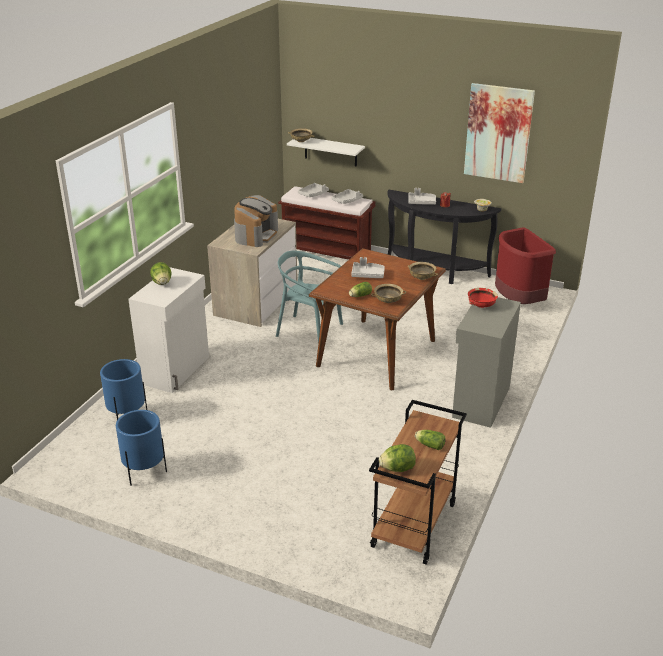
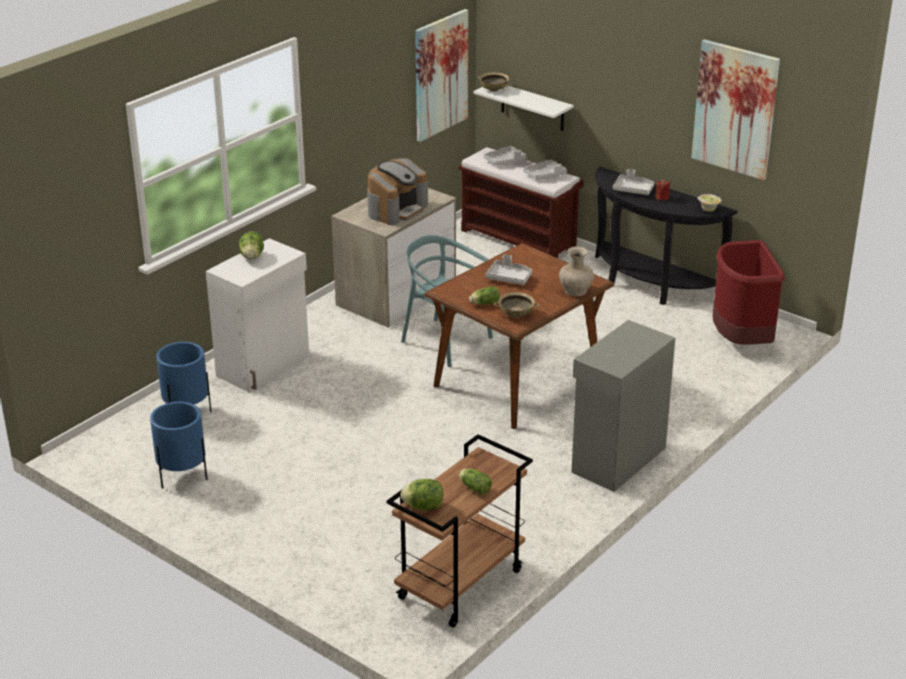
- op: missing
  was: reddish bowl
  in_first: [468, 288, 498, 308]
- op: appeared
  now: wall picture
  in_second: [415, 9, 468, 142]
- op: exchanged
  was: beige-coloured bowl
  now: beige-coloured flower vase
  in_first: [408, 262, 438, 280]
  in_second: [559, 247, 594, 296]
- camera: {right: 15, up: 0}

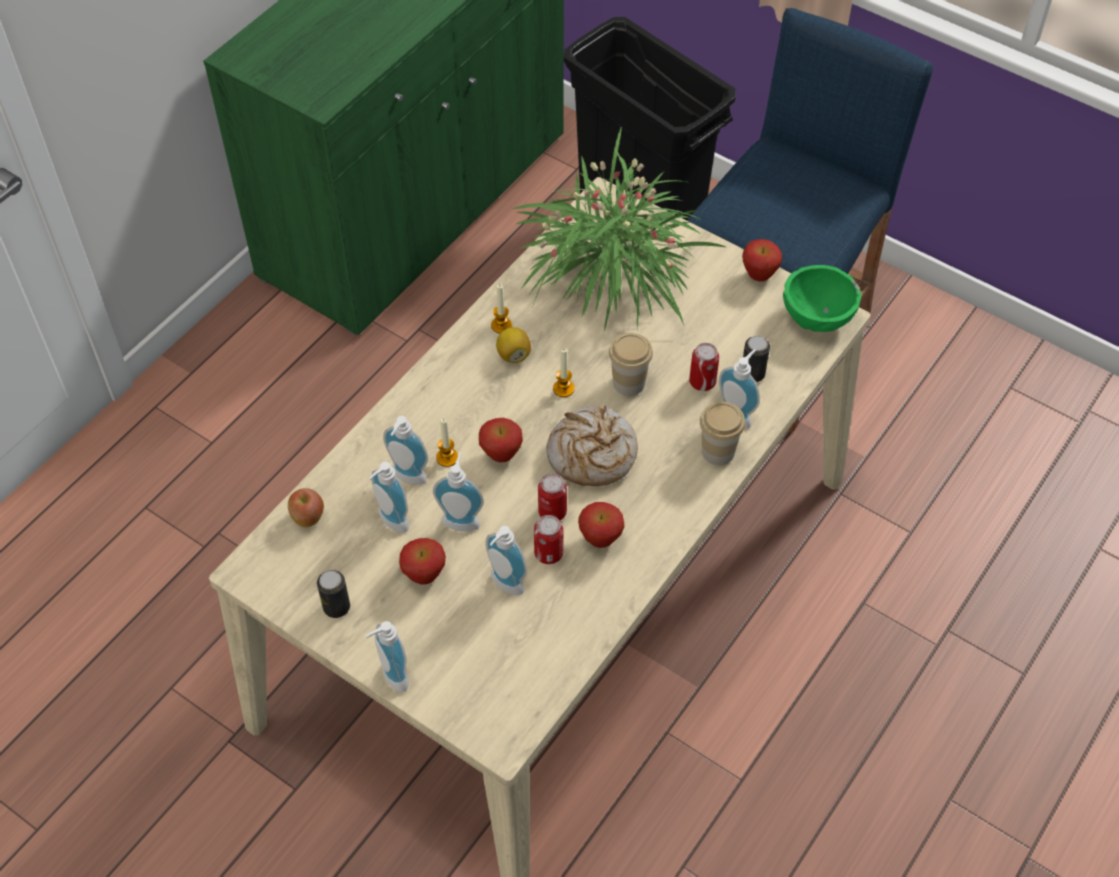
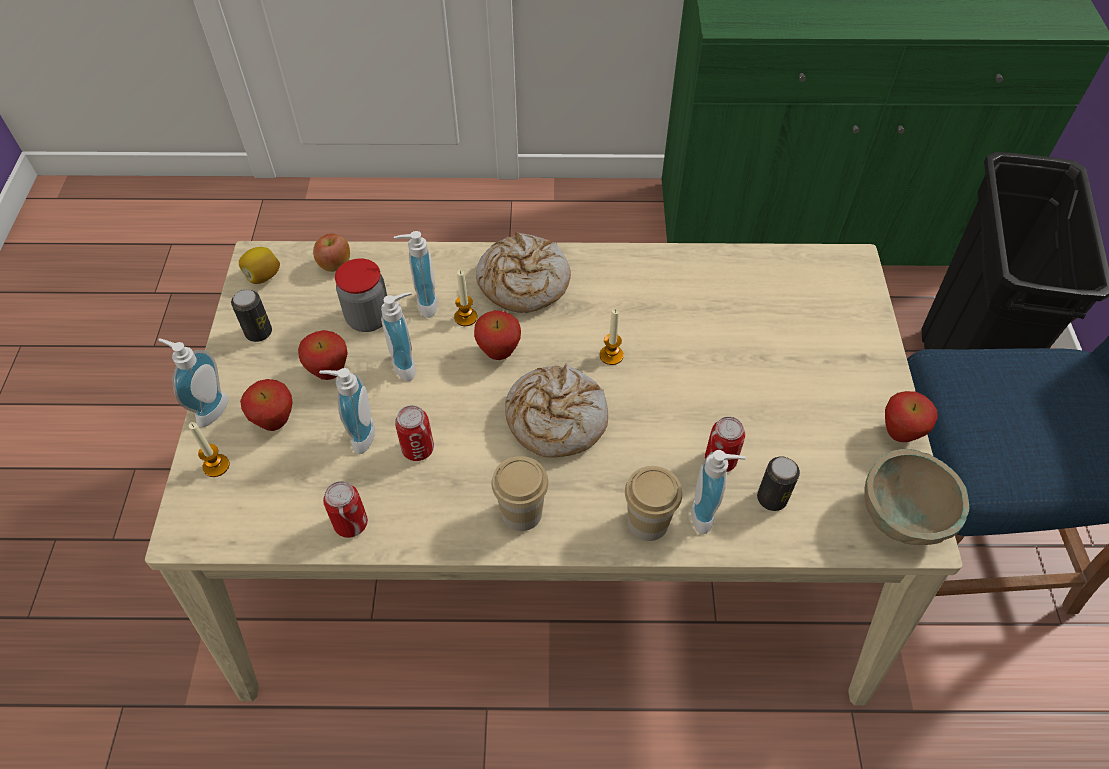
- op: missing
  was: plant in a pot
  in_first: [513, 126, 725, 331]
- op: appeared
  now: baked bread
  in_second: [476, 232, 571, 313]
- op: relocated
  was: candle
  in_first: [491, 284, 512, 333]
  in_second: [189, 422, 230, 477]
- op: relocated
  was: whole lemon
  in_first: [496, 327, 531, 363]
  in_second: [239, 247, 280, 284]
- op: relocated
  was: can
  in_first: [538, 473, 567, 521]
  in_second: [323, 481, 368, 538]
- op: relocated
  was: apple
  in_first: [578, 502, 624, 548]
  in_second: [240, 379, 293, 431]
- op: relocated
  was: small cup
  in_first: [609, 333, 653, 396]
  in_second: [492, 456, 549, 531]
- op: exchanged
  was: liquid soap bottle
  now: jar
  in_first: [369, 462, 409, 533]
  in_second: [335, 258, 387, 332]
- op: colour
  was: greenish bowl
  now: beige-coloured bowl
  in_first: [783, 265, 861, 332]
  in_second: [864, 449, 969, 545]
- camera: {right: 55, up: 0}

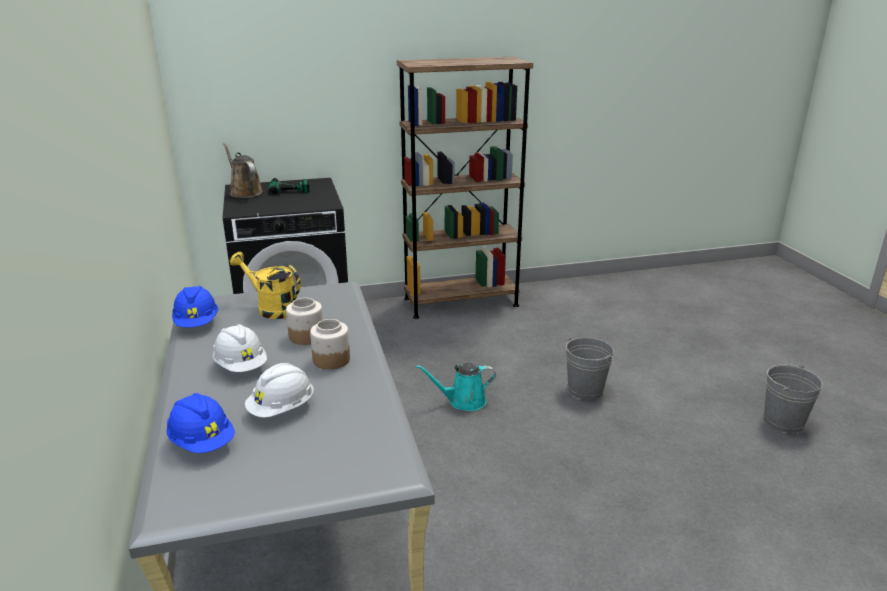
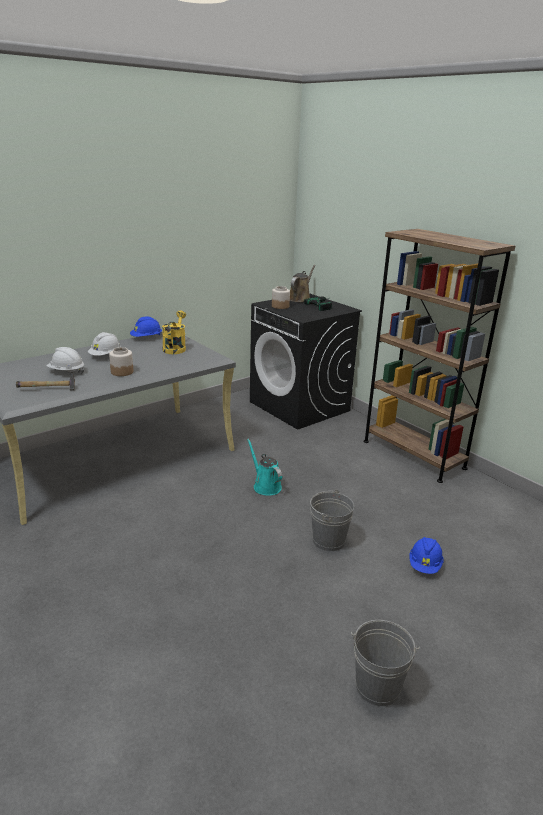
- op: appeared
  now: hammer
  in_second: [16, 372, 75, 390]
- op: relocated
  was: blue work helmet
  in_first: [166, 393, 235, 453]
  in_second: [410, 537, 444, 574]
- op: relocated
  was: jar
  in_first: [286, 298, 323, 345]
  in_second: [272, 286, 290, 309]
- camera: {right: 65, up: 0}

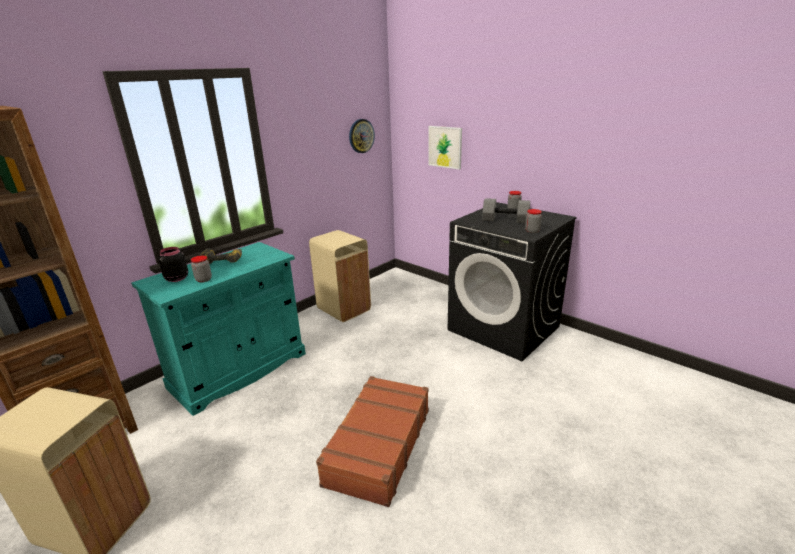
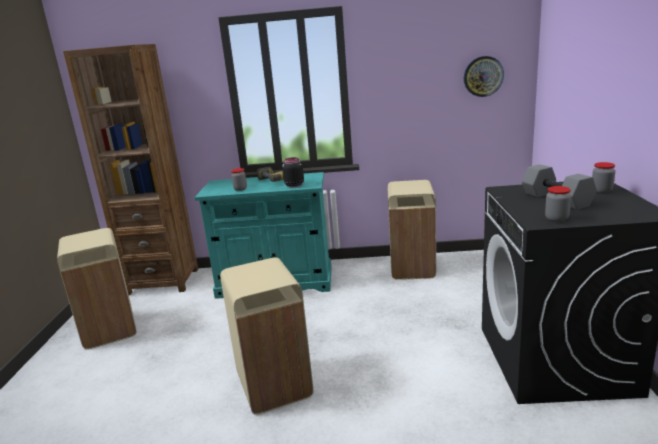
- op: missing
  was: wall picture
  in_first: [429, 126, 462, 170]
- op: relocated
  was: black-coloured jar
  in_first: [158, 247, 188, 282]
  in_second: [282, 157, 304, 187]
- op: exchanged
  was: brown-coloured travel case
  now: beige-coloured waste bin
  in_first: [316, 376, 429, 507]
  in_second: [220, 258, 313, 415]
- camera: {right: 50, up: -5}

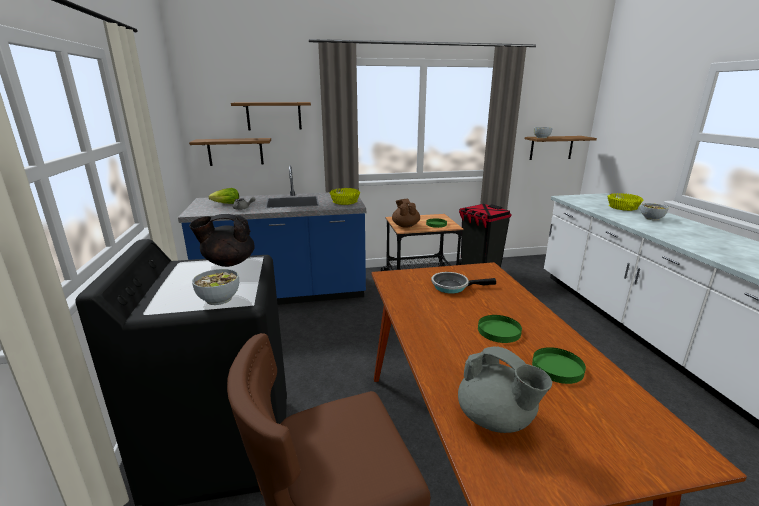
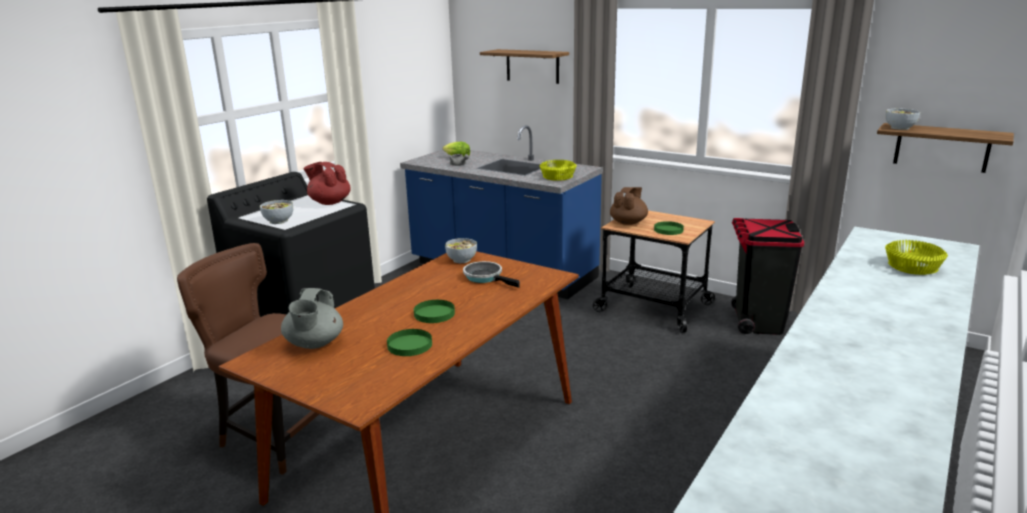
- op: missing
  was: bracket shelf
  in_first: [189, 138, 271, 166]
- op: relocated
  was: bowl
  in_first: [641, 203, 669, 220]
  in_second: [445, 238, 477, 263]
- op: colour
  was: black-coloured tea pot
  now: reddish tea pot
  in_first: [189, 214, 255, 267]
  in_second: [303, 162, 351, 205]
- camera: {right: 45, up: 0}

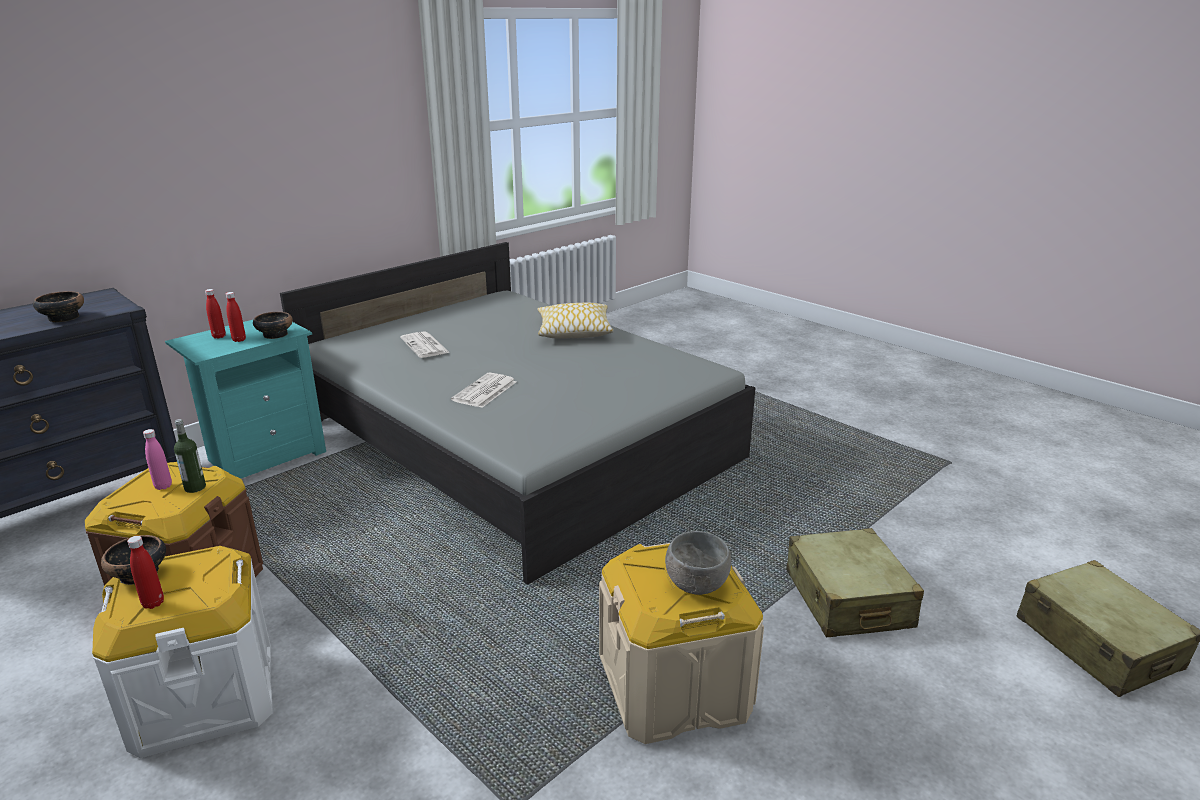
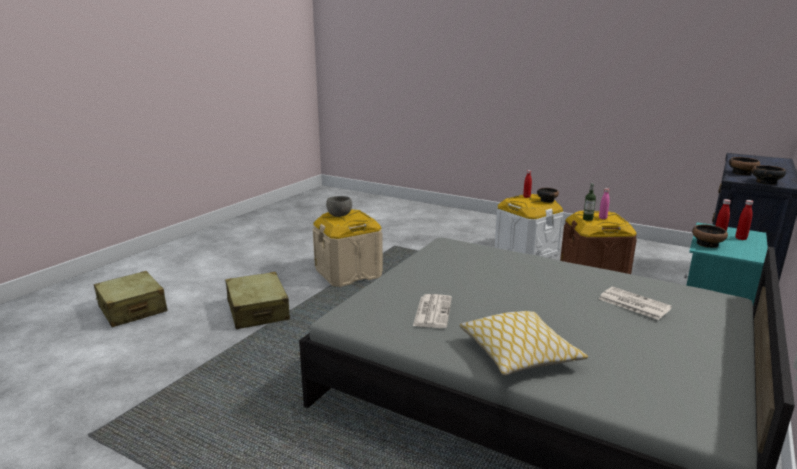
- op: appeared
  now: bowl
  in_second: [752, 165, 786, 185]
- op: relocated
  was: daily paper
  in_first: [451, 373, 516, 408]
  in_second: [413, 294, 452, 328]
- camera: {right: 165, up: -5}

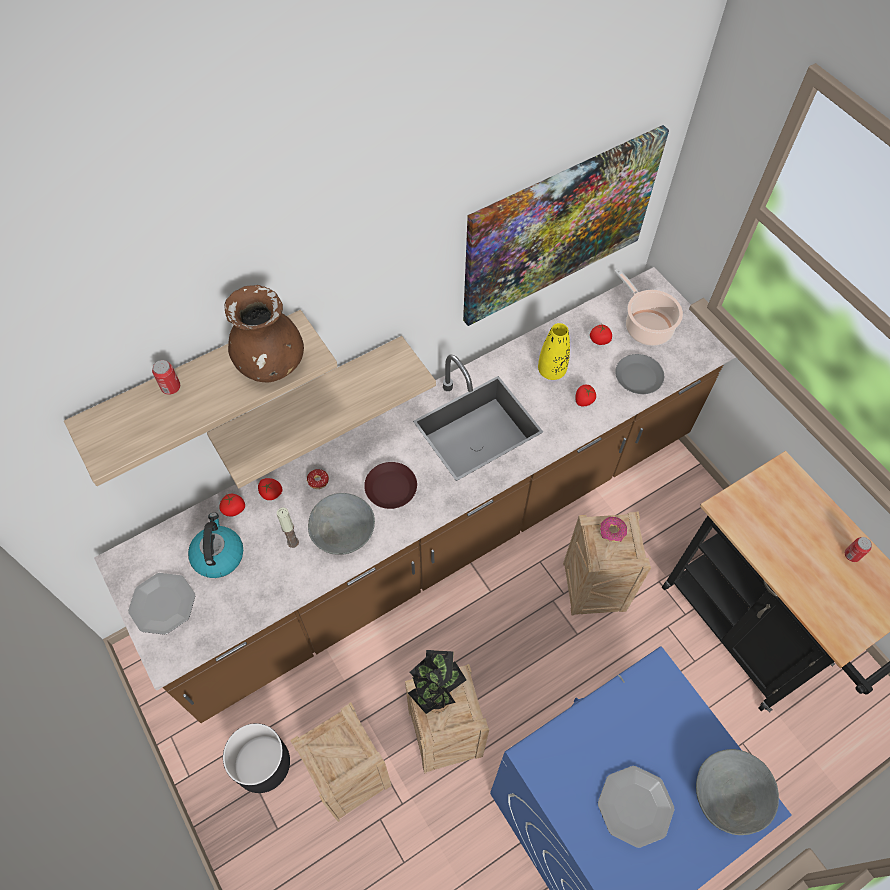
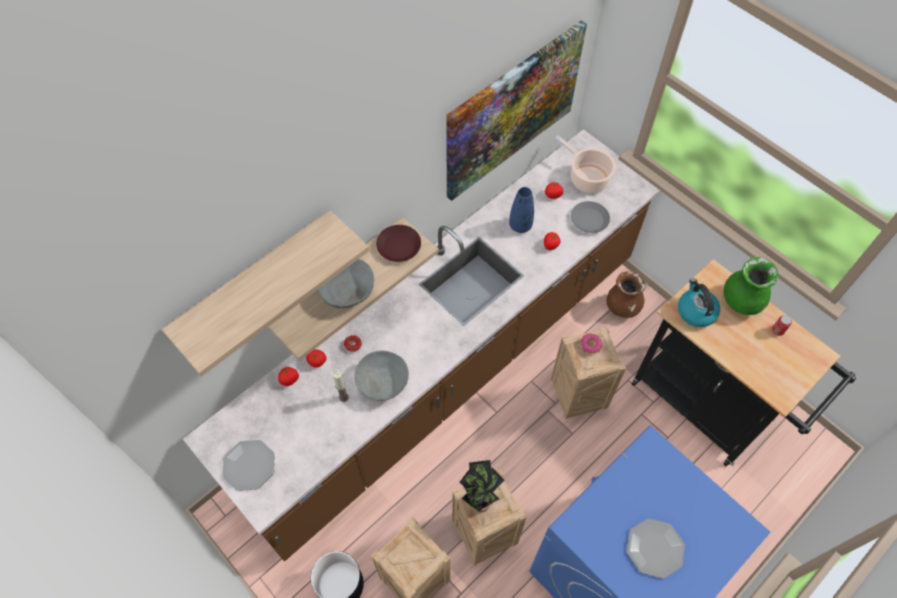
- op: missing
  was: can
  in_first: [152, 360, 180, 395]
- op: appeared
  now: greenish flower vase
  in_second: [723, 257, 779, 315]
- op: relocated
  was: tea kettle
  in_first: [188, 512, 243, 578]
  in_second: [678, 278, 720, 327]
- op: relocated
  was: brown-coloured flower vase
  in_first: [225, 285, 304, 382]
  in_second: [607, 271, 646, 318]
- op: relocated
  was: brown-coloured plate
  in_first: [364, 462, 417, 509]
  in_second: [376, 225, 421, 262]
- op: relocated
  was: grey bowl
  in_first: [696, 749, 779, 835]
  in_second: [318, 259, 374, 308]
- op: colour
  was: yellow flower vase
  now: blue flower vase
  in_first: [538, 323, 570, 380]
  in_second: [509, 187, 534, 233]
- camera: {right: -10, up: 0}

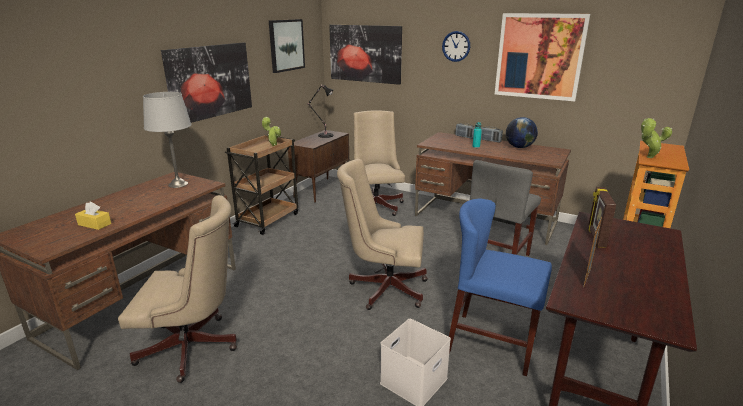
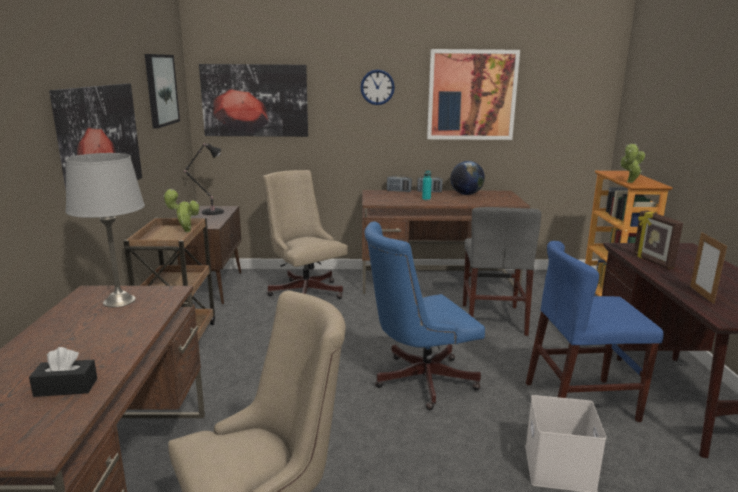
- op: colour
  was: yellow tissue box
  now: black-coloured tissue box
  in_first: [75, 202, 111, 230]
  in_second: [29, 347, 97, 397]
- op: colour
  was: beige-coloured desk chair
  now: blue desk chair
  in_first: [337, 159, 428, 310]
  in_second: [364, 222, 485, 410]
- camera: {right: -30, up: -5}

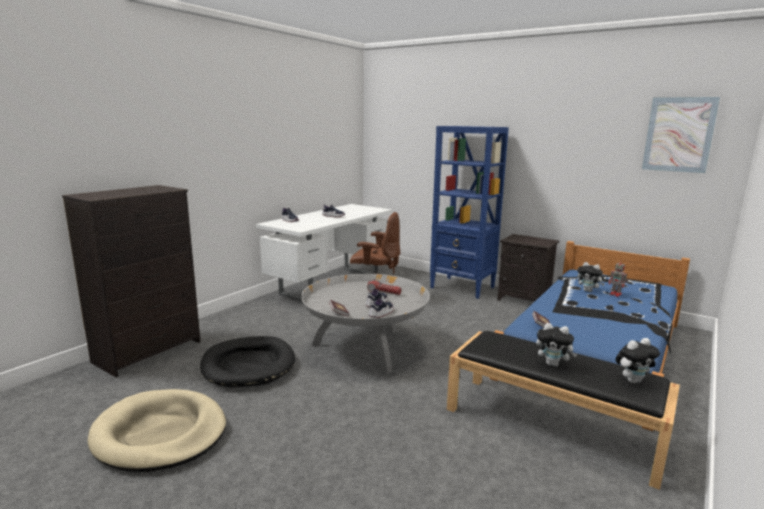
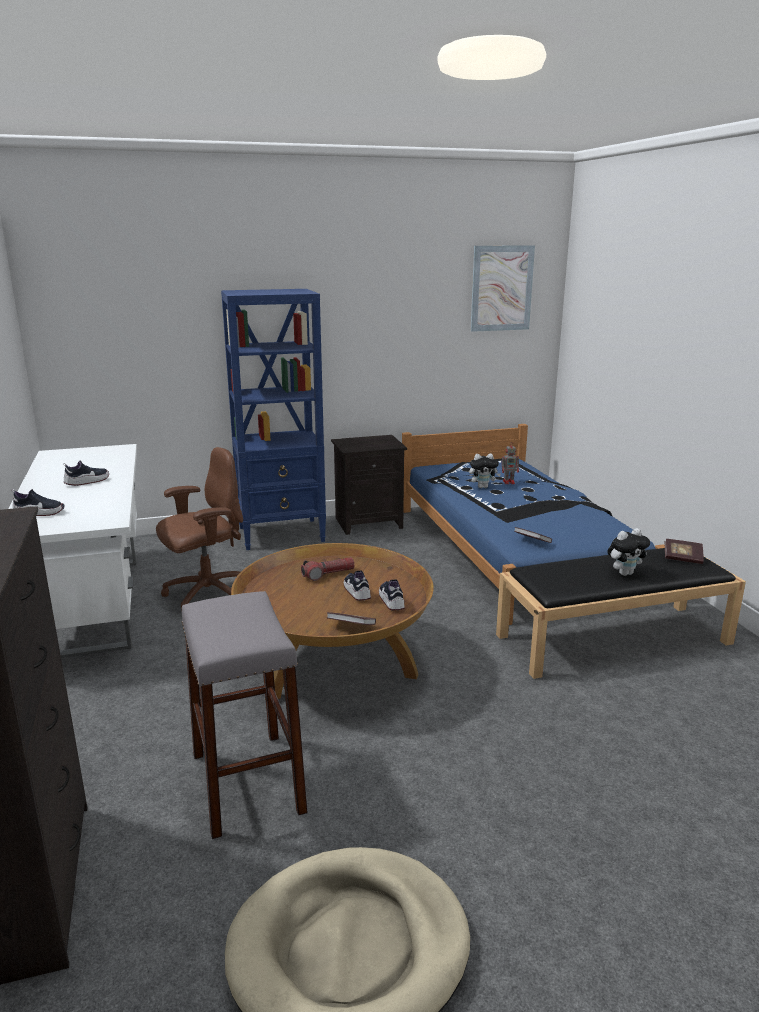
- op: exchanged
  was: black-coloured pet bed
  now: grey stool
  in_first: [200, 336, 295, 388]
  in_second: [182, 591, 308, 839]
- op: exchanged
  was: cuddly toy
  now: bound book
  in_first: [615, 338, 660, 383]
  in_second: [665, 539, 704, 564]
- op: colour
  was: grey lounge table
  now: brown-coloured lounge table
  in_first: [301, 274, 430, 373]
  in_second: [231, 543, 434, 700]
- camera: {right: -50, up: 5}

